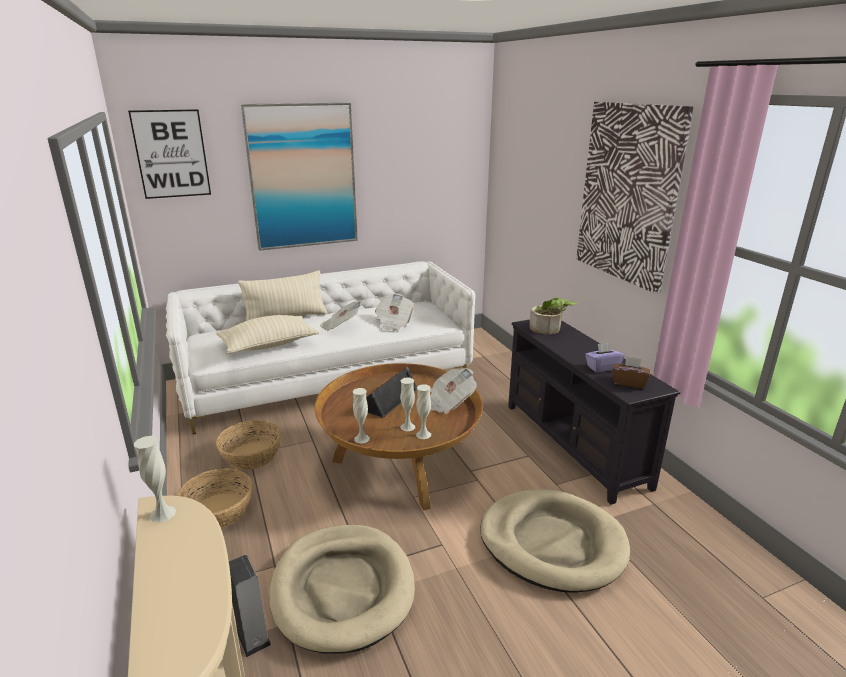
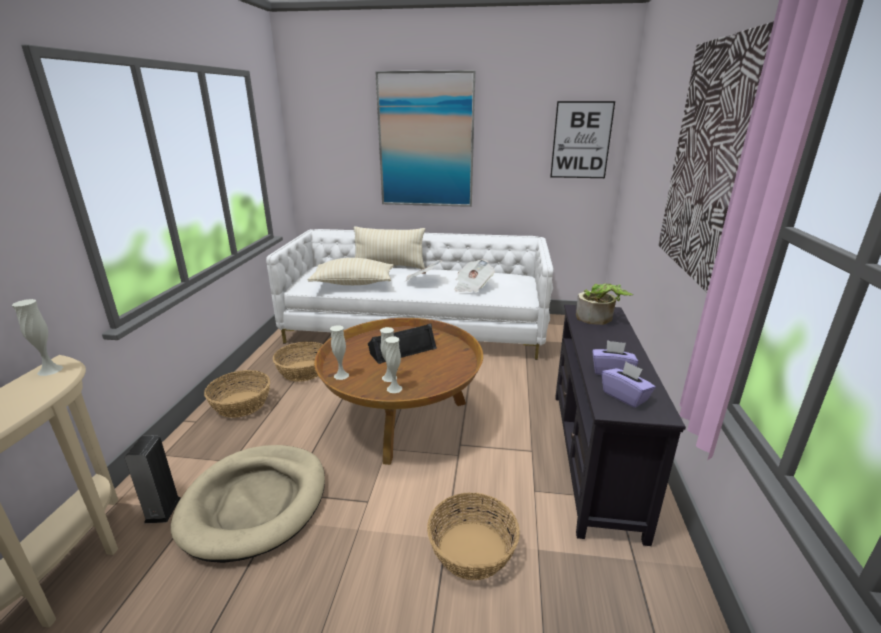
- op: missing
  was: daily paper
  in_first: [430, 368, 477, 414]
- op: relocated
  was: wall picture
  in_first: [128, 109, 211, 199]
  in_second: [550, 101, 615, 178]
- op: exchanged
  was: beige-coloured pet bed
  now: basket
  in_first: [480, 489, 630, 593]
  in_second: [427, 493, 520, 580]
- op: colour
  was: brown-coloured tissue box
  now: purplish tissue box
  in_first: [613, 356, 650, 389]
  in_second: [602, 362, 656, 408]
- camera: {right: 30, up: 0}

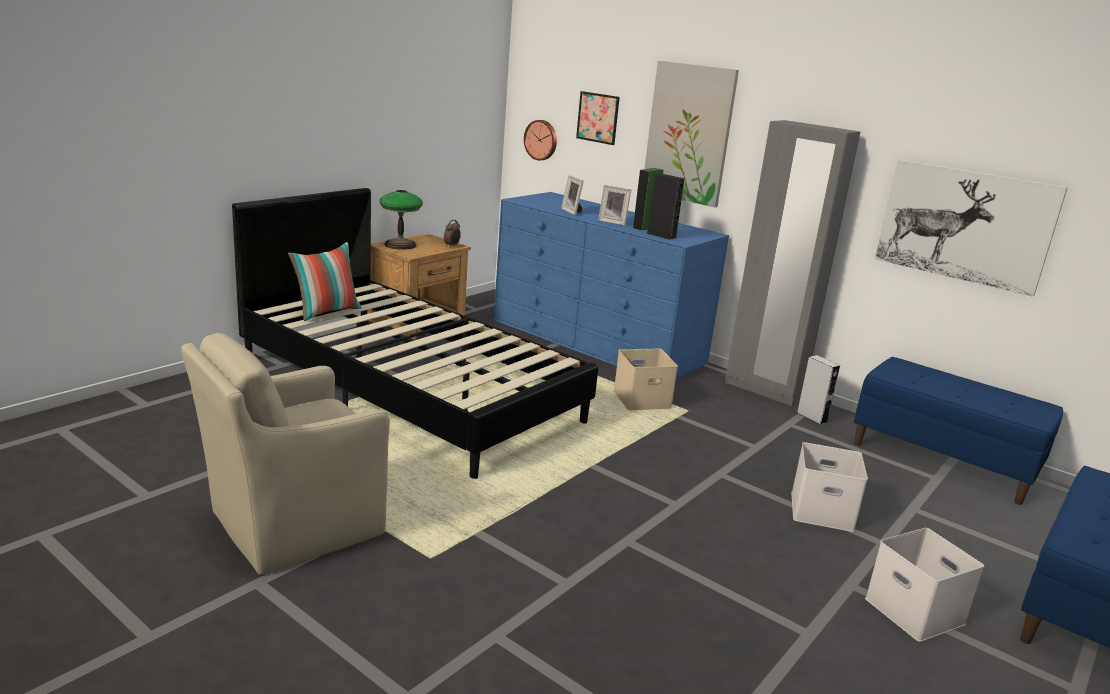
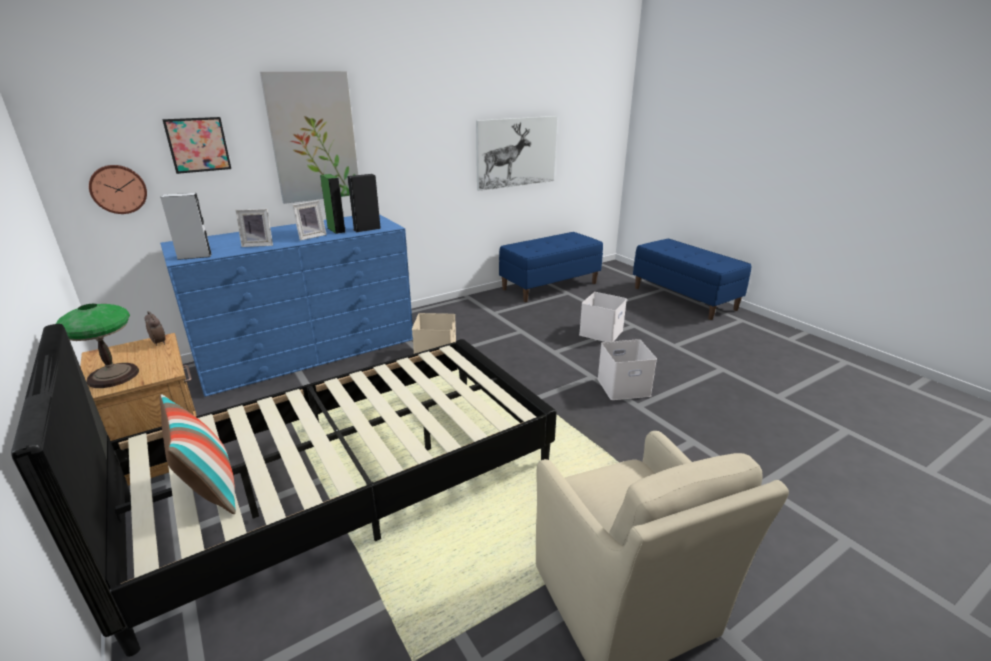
- op: missing
  was: grey wardrobe
  in_first: [725, 120, 860, 406]
- op: relocated
  was: grey audio speaker
  in_first: [797, 355, 840, 425]
  in_second: [160, 193, 212, 260]
- op: relocated
  was: white-coloured storage box
  in_first: [865, 528, 984, 642]
  in_second: [597, 339, 657, 400]
- camera: {right: -70, up: 5}

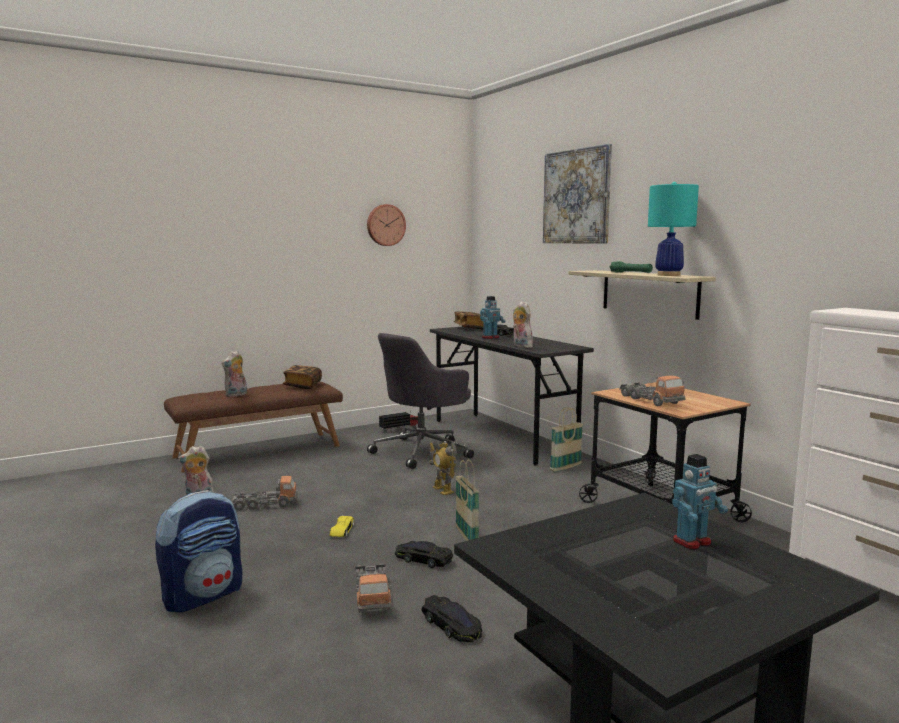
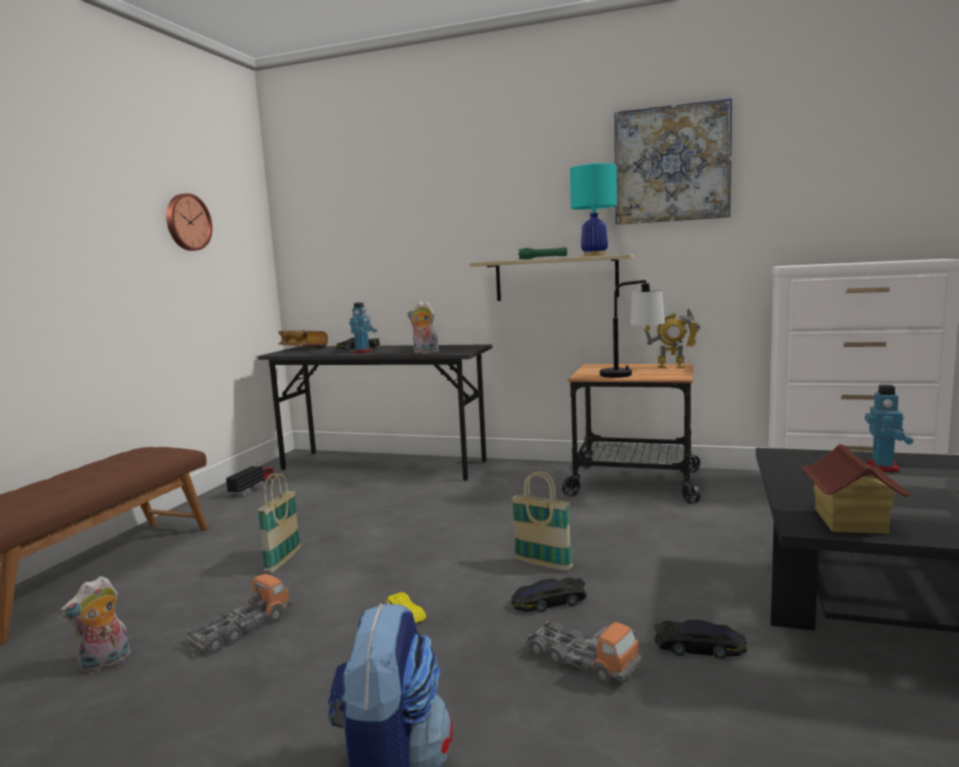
- op: missing
  was: cuddly toy
  in_first: [222, 350, 247, 397]
- op: missing
  was: bound book
  in_first: [283, 365, 322, 389]
- op: missing
  was: grey desk chair
  in_first: [367, 333, 474, 469]
- op: appeared
  now: model house
  in_second: [801, 444, 911, 534]
- op: relocated
  was: toy robot
  in_first: [430, 441, 457, 495]
  in_second: [643, 309, 700, 368]
- op: relocated
  was: wall picture
  in_first: [543, 144, 612, 244]
  in_second: [614, 98, 732, 225]
- op: relocated
  was: basket
  in_first: [550, 407, 583, 472]
  in_second: [258, 473, 301, 573]
- op: exchanged
  was: model truck
  now: table lamp
  in_first: [619, 375, 685, 406]
  in_second: [600, 280, 665, 378]
- camera: {right: -40, up: 0}

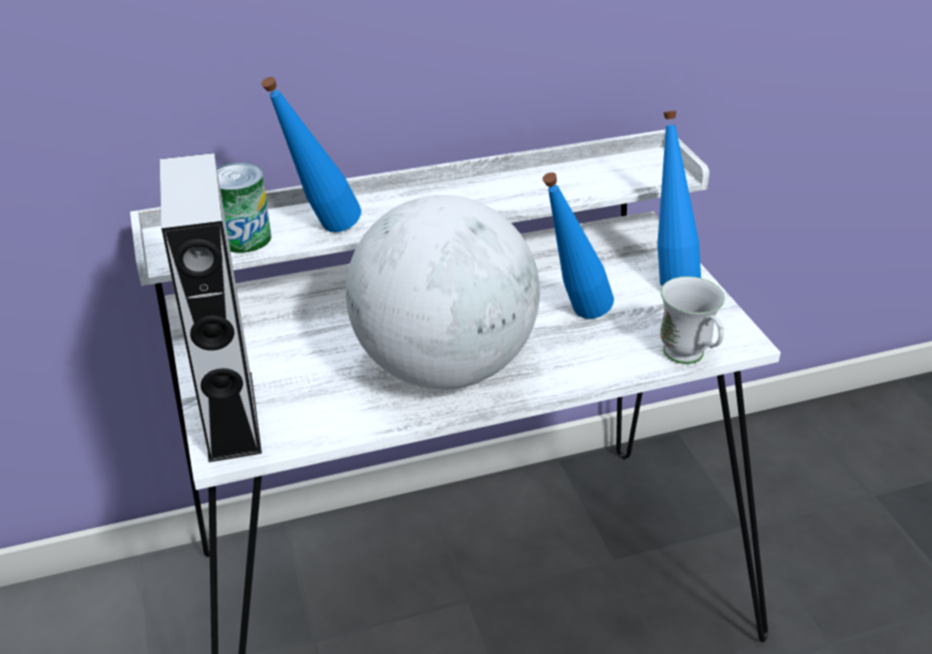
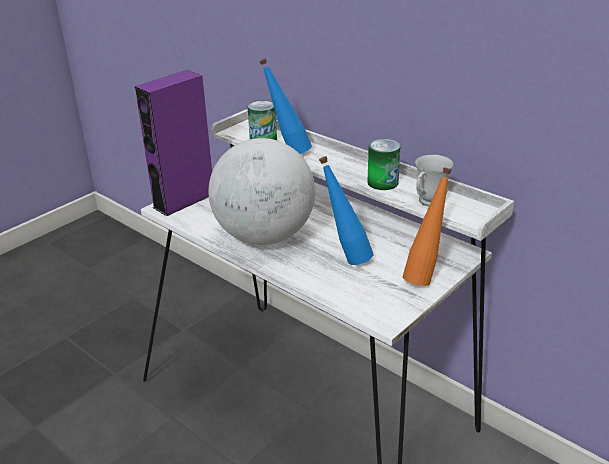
- op: appeared
  now: can
  in_second: [367, 139, 401, 190]
- op: relocated
  was: white-coloured tea mug
  in_first: [660, 276, 725, 364]
  in_second: [415, 154, 453, 206]
- op: colour
  was: grey audio speaker
  now: purplish audio speaker
  in_first: [160, 153, 262, 463]
  in_second: [135, 70, 212, 216]
- op: colour
  was: blue drink bottle
  now: orange-coloured drink bottle
  in_first: [657, 111, 701, 286]
  in_second: [403, 167, 452, 286]
- camera: {right: 60, up: -5}

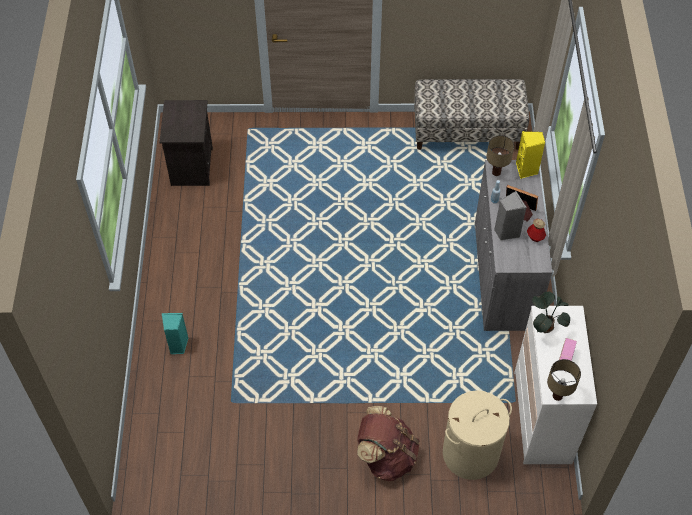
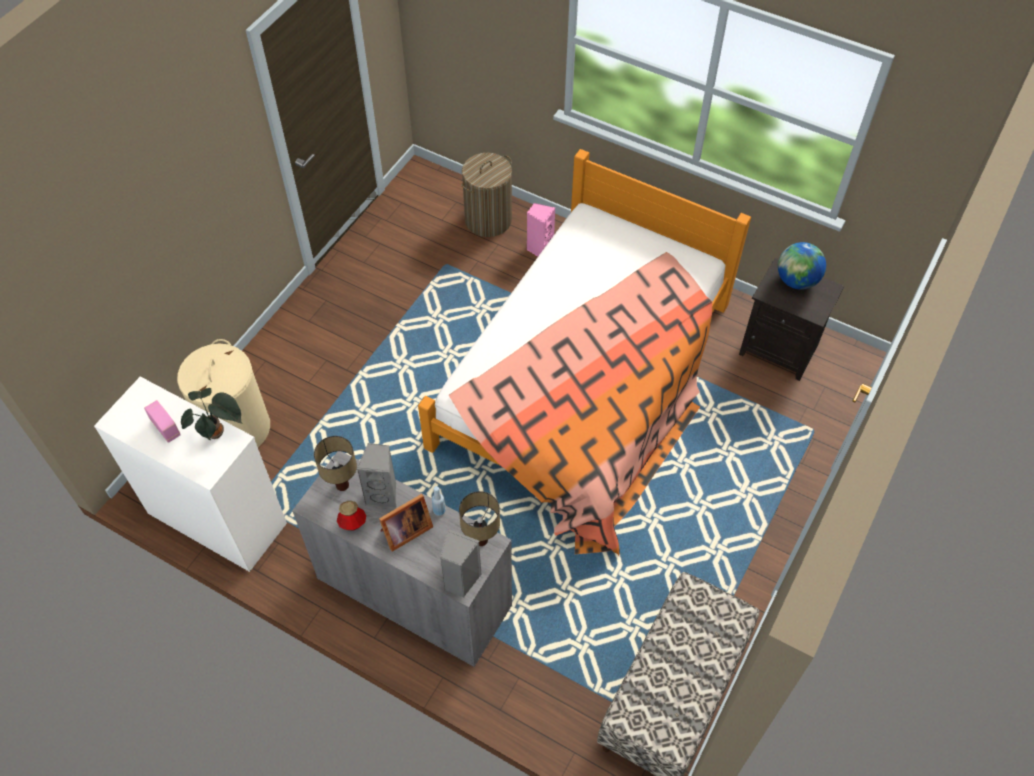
- op: missing
  was: brown-coloured knapsack
  in_first: [357, 406, 420, 481]
- op: appeared
  now: bed
  in_second: [418, 149, 751, 556]
- op: appeared
  now: washing basket
  in_second: [461, 153, 512, 237]
- op: appeared
  now: desk globe
  in_second: [778, 242, 826, 290]
- op: relocated
  was: table lamp
  in_first: [547, 359, 581, 401]
  in_second: [314, 436, 357, 491]
- op: colour
  was: turquoise-coloured audio speaker
  now: pinkish audio speaker
  in_first: [162, 313, 189, 354]
  in_second: [526, 203, 555, 257]
- op: colour
  was: yellow audio speaker
  now: grey audio speaker
  in_first: [516, 131, 545, 179]
  in_second: [440, 529, 482, 598]
- camera: {right: 120, up: 0}

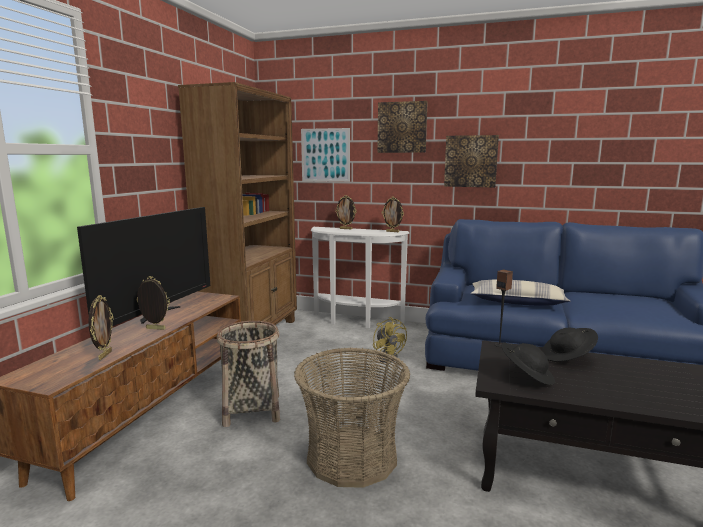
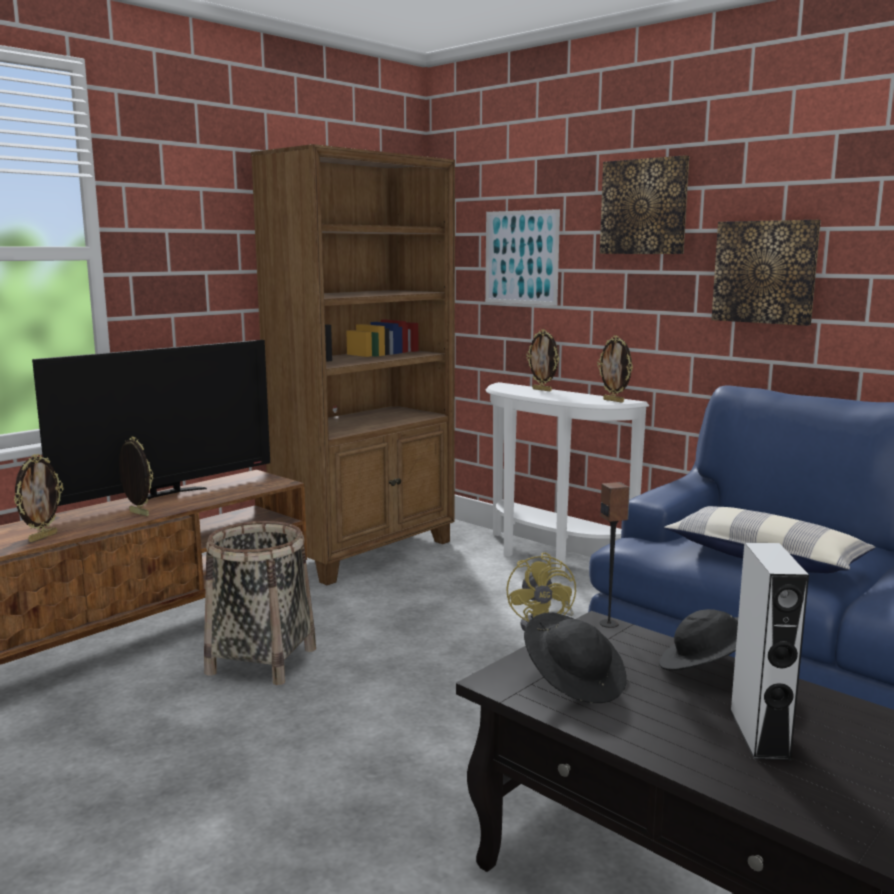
- op: missing
  was: basket
  in_first: [294, 348, 410, 488]
- op: appeared
  now: grey audio speaker
  in_second: [730, 542, 809, 760]
- camera: {right: 25, up: 0}

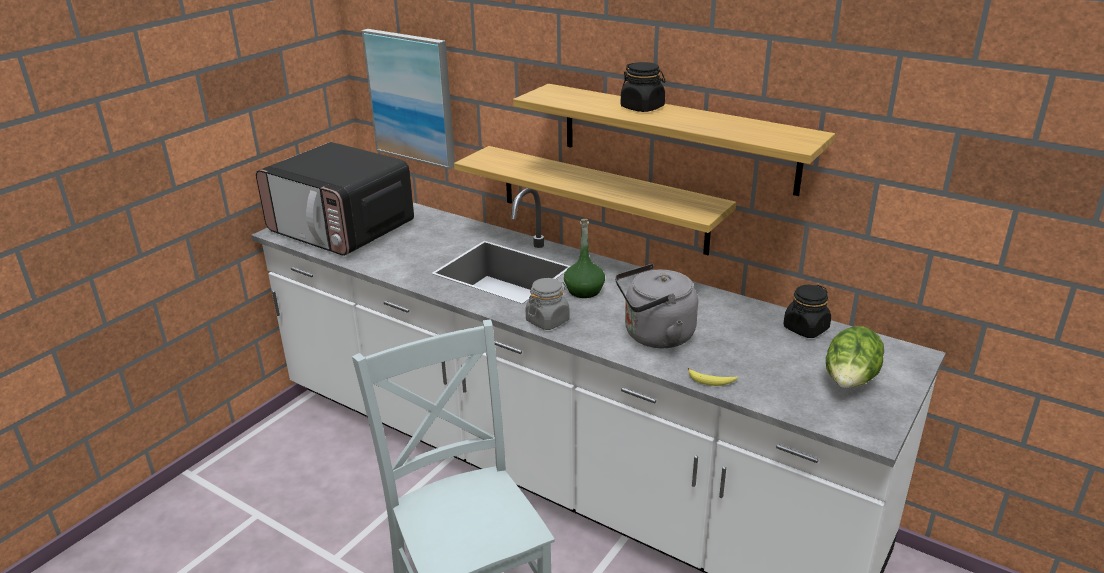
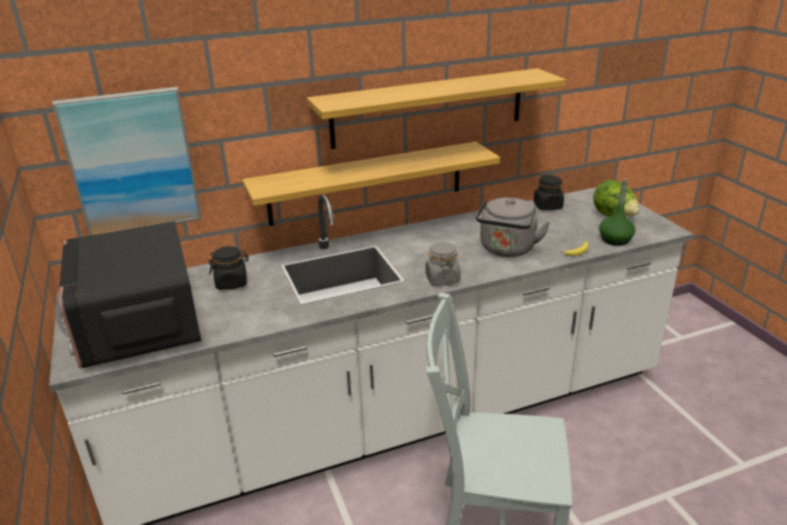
- op: relocated
  was: greenish drink bottle
  in_first: [564, 219, 605, 298]
  in_second: [599, 178, 636, 246]
- op: relocated
  was: black-coloured jar
  in_first: [621, 62, 665, 112]
  in_second: [208, 246, 249, 290]
- op: spun
  was: microwave oven
  in_first: [256, 142, 414, 256]
  in_second: [55, 221, 201, 369]
  clockwise: 90
- camera: {right: -55, up: 0}

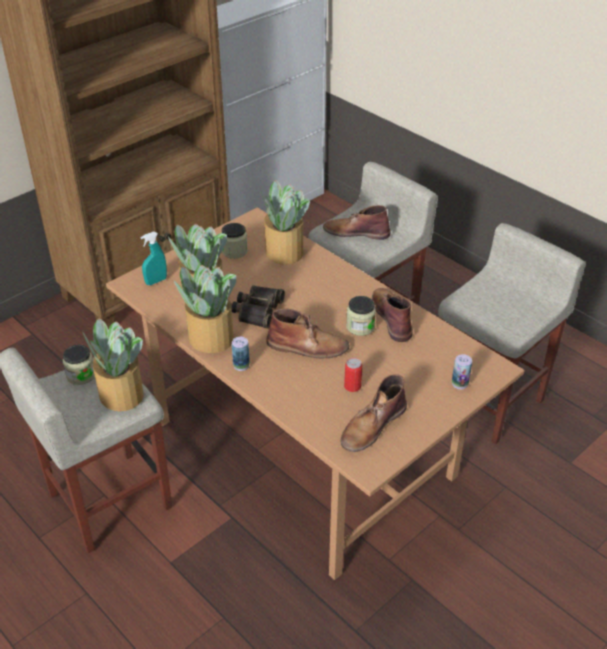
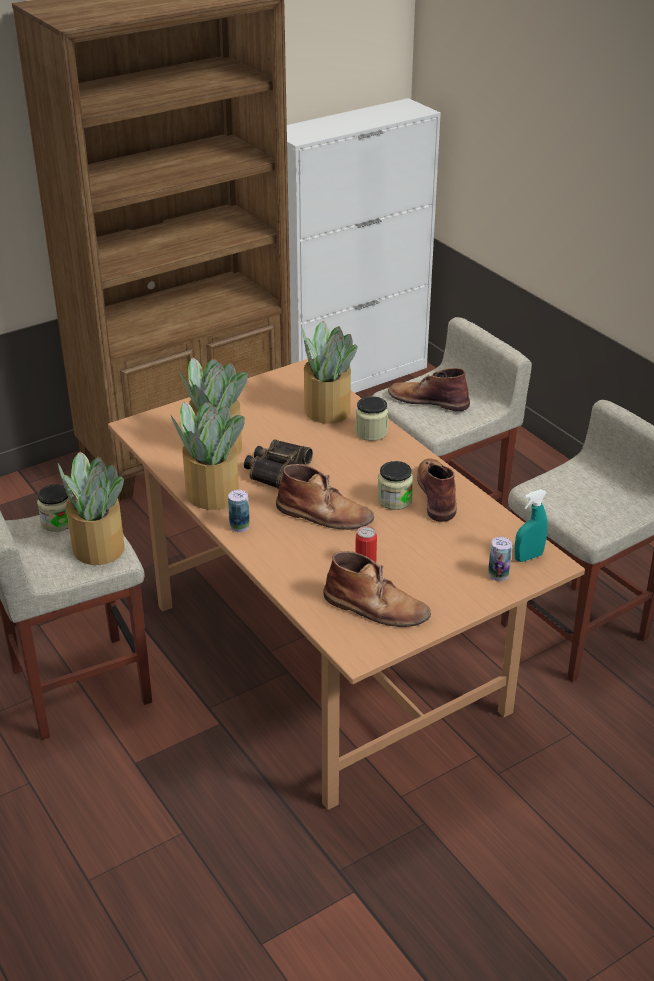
- op: relocated
  was: turquoise-coloured spray bottle
  in_first: [141, 232, 167, 285]
  in_second: [515, 489, 548, 562]
- op: relocated
  was: jar
  in_first: [222, 223, 248, 259]
  in_second: [355, 396, 388, 441]
- op: spun
  was: brown-coloured high-top boot
  in_first: [340, 374, 407, 452]
  in_second: [323, 551, 431, 627]
  clockwise: -120
- camera: {right: 10, up: -5}

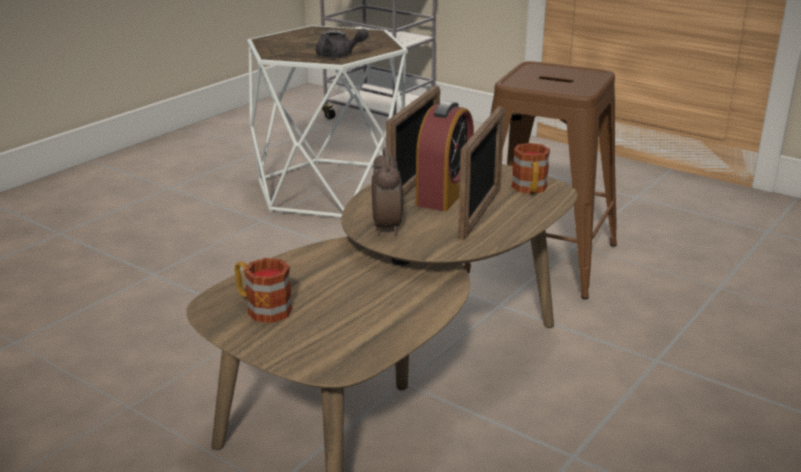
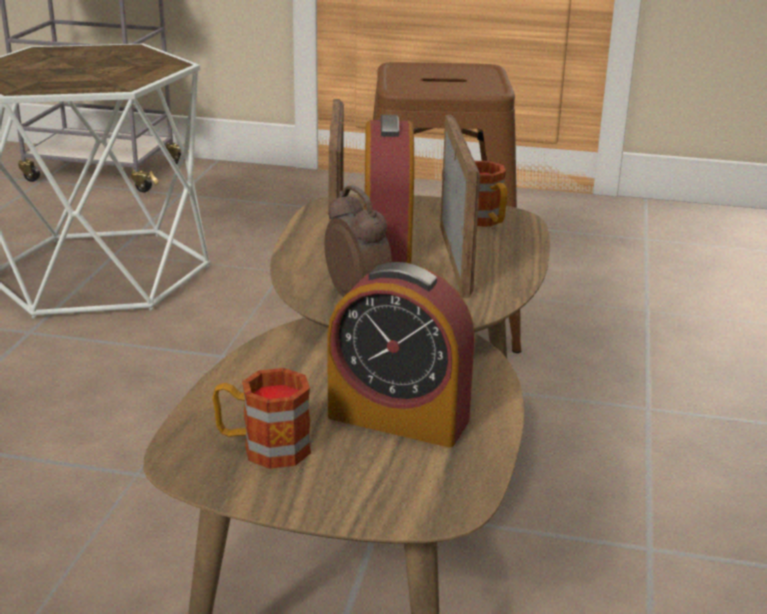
- op: missing
  was: grey tea pot
  in_first: [316, 28, 369, 58]
- op: appeared
  now: bedside clock
  in_second: [327, 262, 475, 447]
- camera: {right: -25, up: 0}

